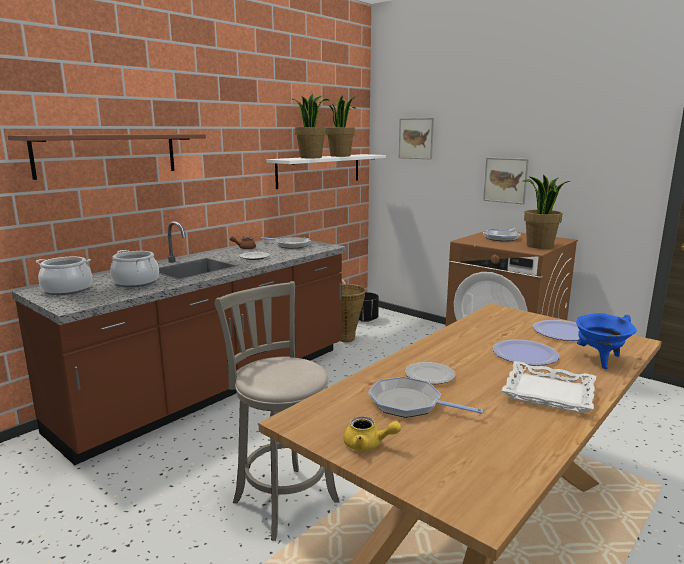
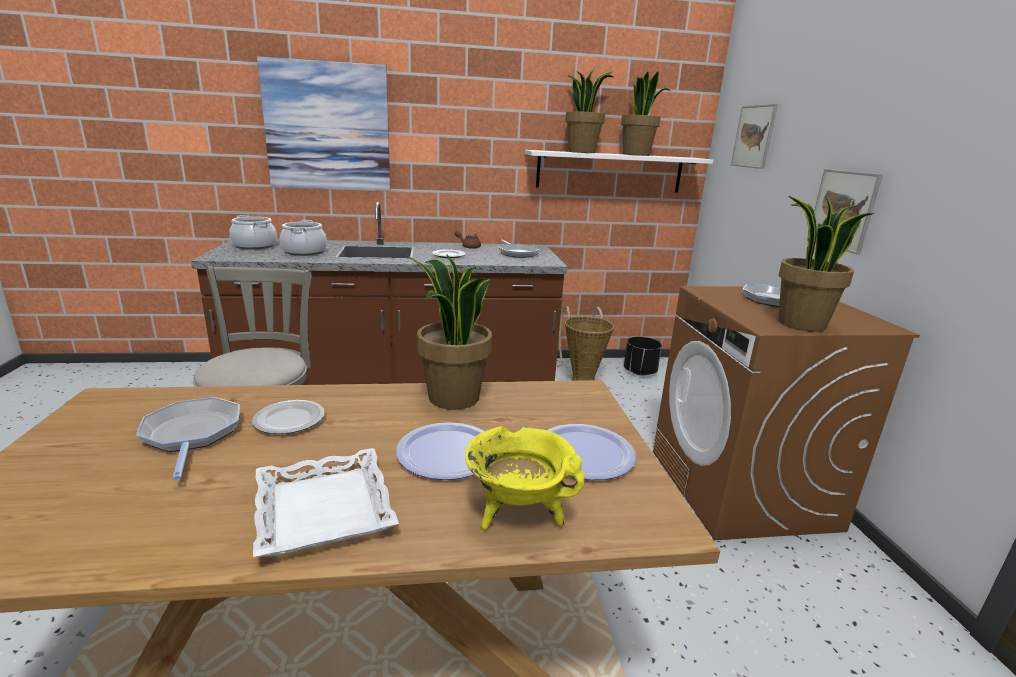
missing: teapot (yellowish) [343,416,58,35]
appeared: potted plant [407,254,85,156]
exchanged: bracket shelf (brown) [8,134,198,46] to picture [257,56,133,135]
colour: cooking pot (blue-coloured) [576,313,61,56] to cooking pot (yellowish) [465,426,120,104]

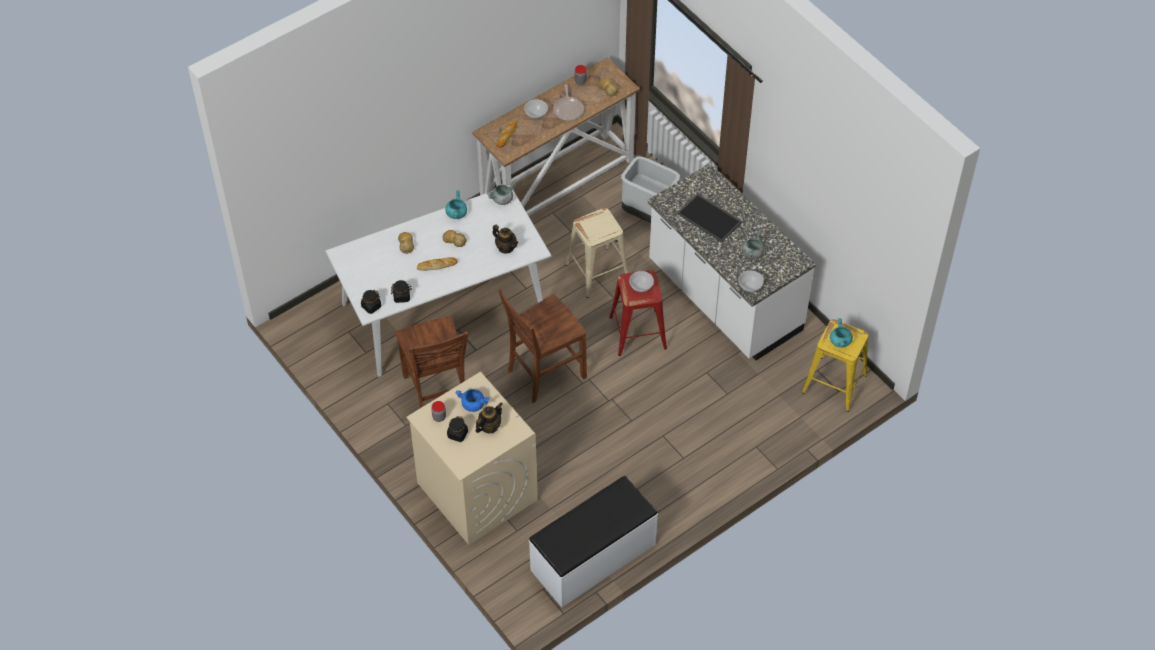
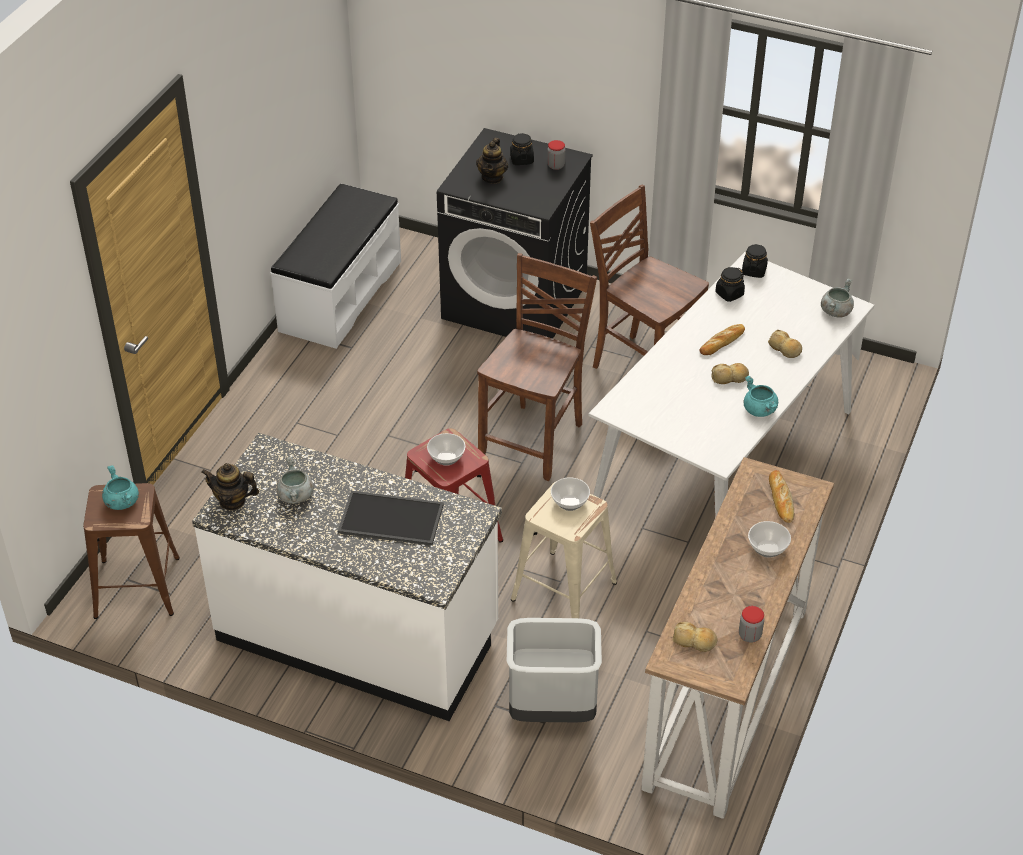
missing: cooking pot (blue-coloured) [456,389,33,23]; pan [554,84,30,37]
relocated: teapot [492,225,26,28] to [201,463,58,48]; bowl [738,271,26,21] to [551,477,39,34]; cooking pot (grey) [487,181,29,24] to [821,278,33,40]
colour: stool seat (yellowish) [802,319,66,93] to stool seat (brown) [83,483,97,136]; washing machine (beige) [406,372,132,173] to washing machine (blackish) [437,128,156,211]

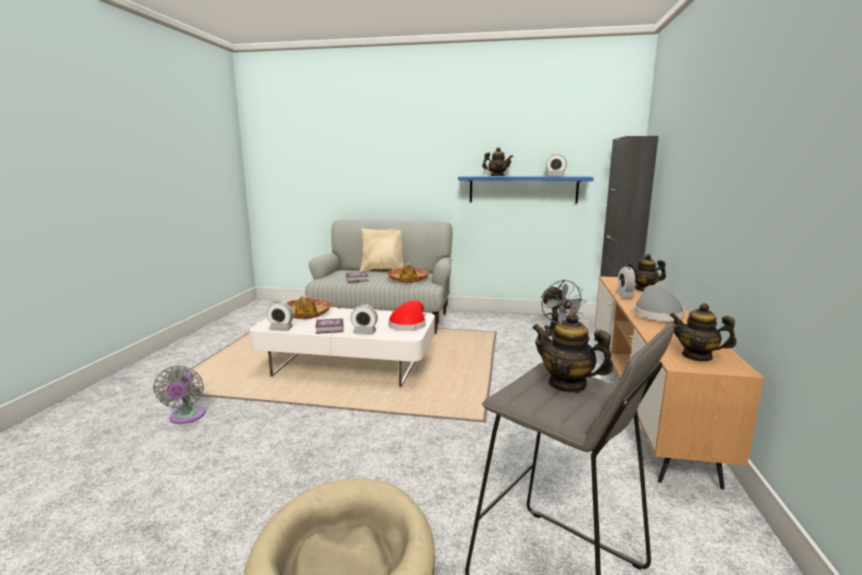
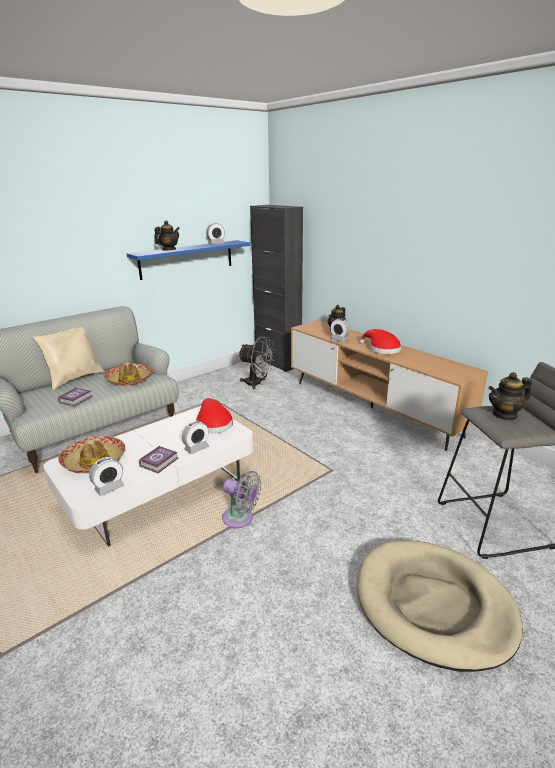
missing: teapot [669,303,68,59]
relocated: cooling fan (grey) [153,366,53,58] to [222,471,40,57]
colour: hat (grey) [634,285,50,36] to hat (reddish) [360,329,41,25]

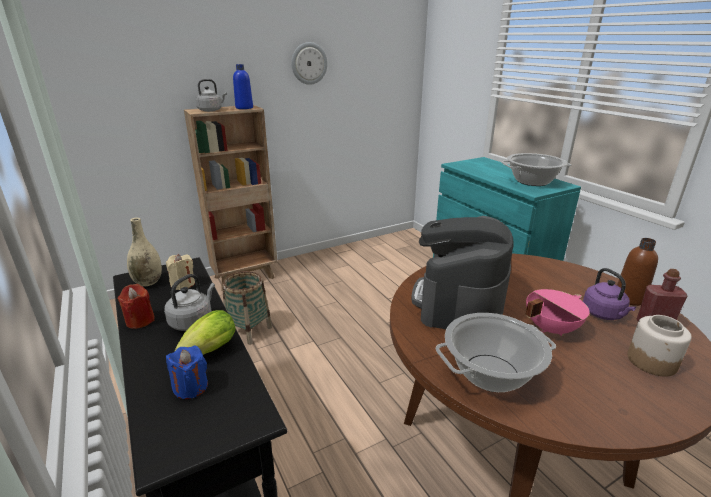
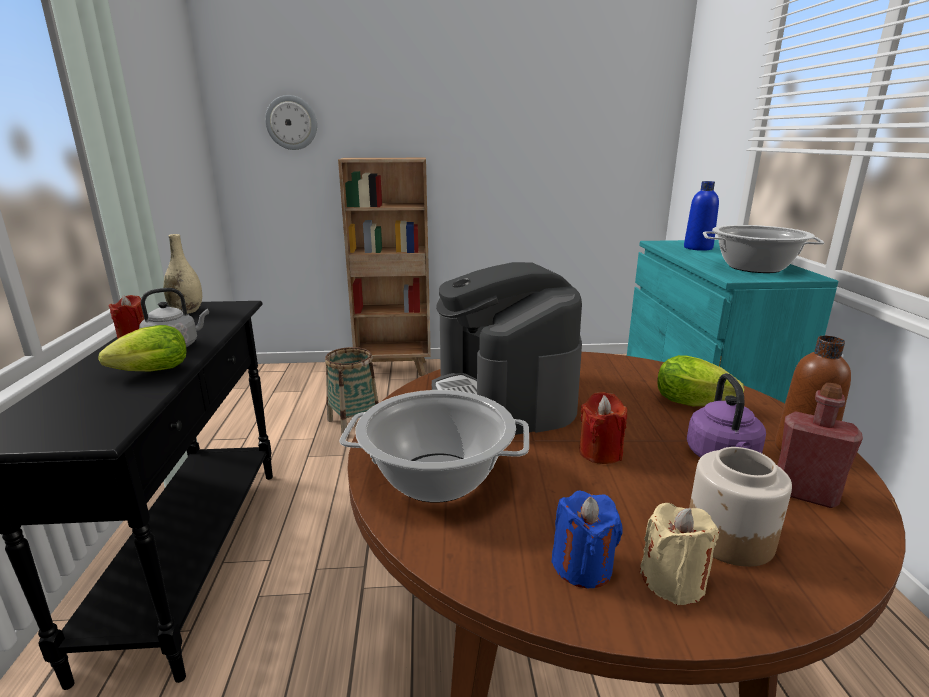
missing: tea kettle (grey) [196,79,31,33]
appeared: lettuce head [658,355,86,51]
relocated: clock on the wall [291,42,37,43] to [265,95,52,55]; candle (blue-coloured) [166,346,42,53] to [551,491,72,97]; candle (beige) [166,254,29,36] to [640,503,79,102]; bottle (blue-coloured) [233,64,20,45] to [684,181,35,70]
exchanged: cooking pot (pink) [525,289,64,47] to candle (reddish) [579,392,48,72]
spun: coffee brewer [411,216,103,113] = [432,262,150,173] 60 degrees counterclockwise

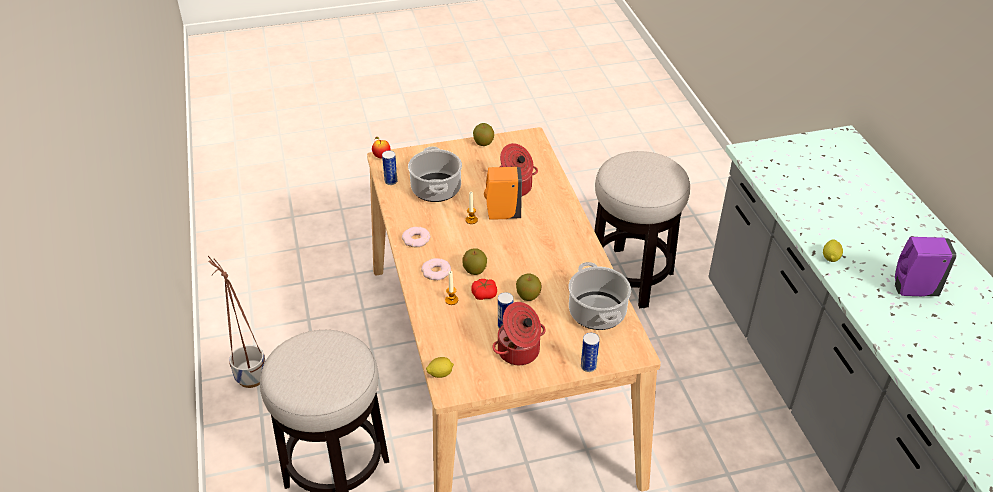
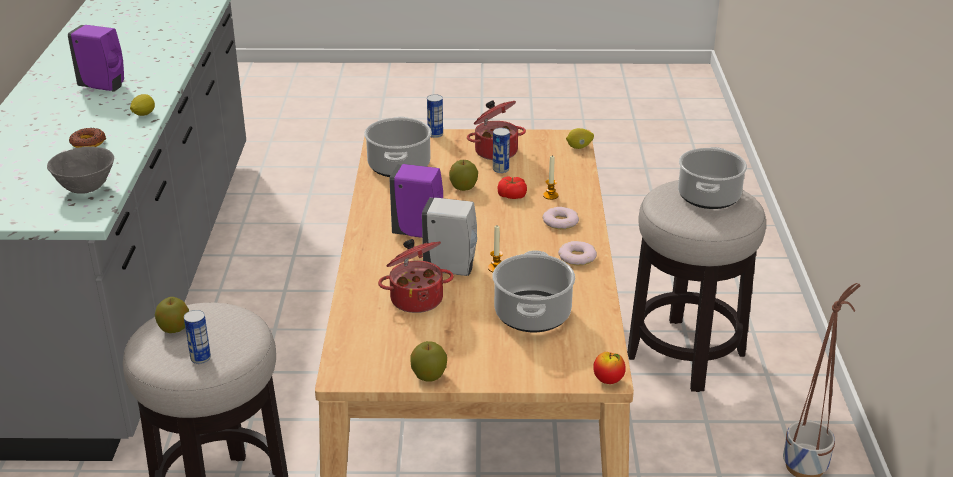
appeared: bowl (grey) [47,146,67,47]; doughnut [69,128,37,20]; liquid soap bottle (purple) [390,164,53,74]; cooking pot [678,147,69,62]
relocated: apple fruit [462,248,25,27] to [155,297,34,36]; sealed can [382,151,16,34] to [184,310,27,54]
colour: liquid soap bottle (orange-coloured) [484,167,38,53] to liquid soap bottle (white-coloured) [422,198,55,78]

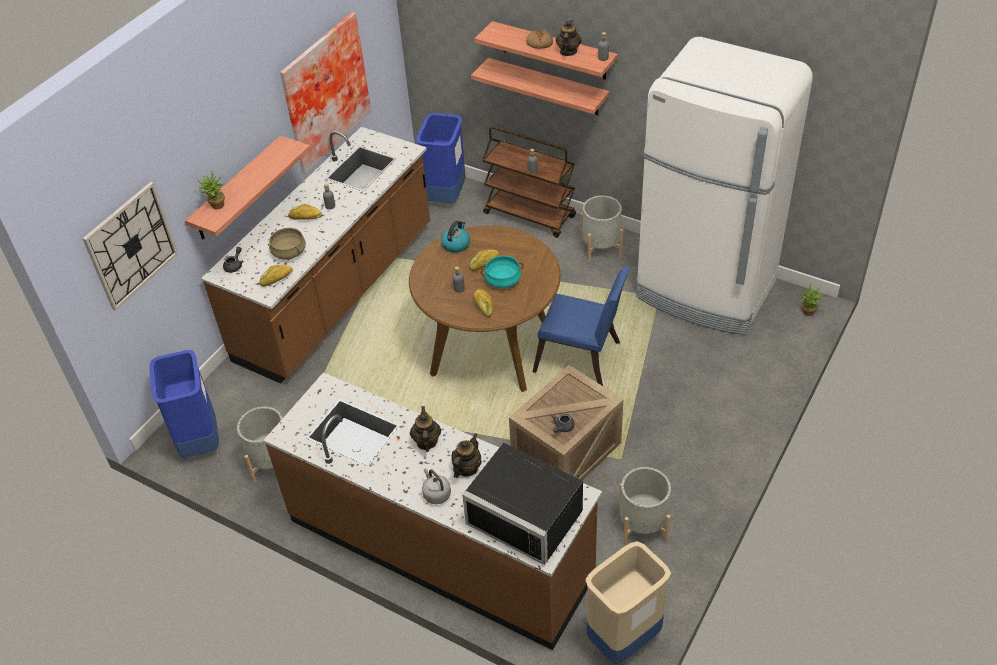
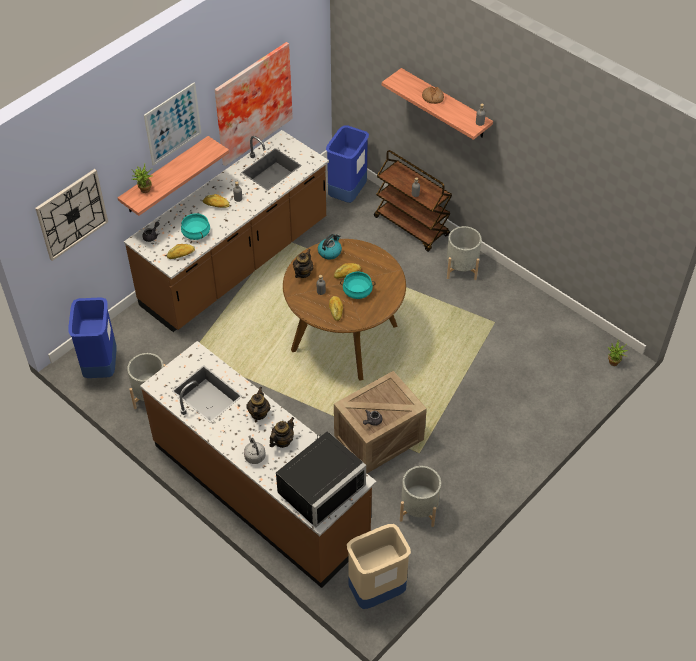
missing: bracket shelf [471,58,138,57]; plain chair (blue-coloured) [532,266,98,120]; fridge (white-coloured) [636,37,177,298]
appeared: picture [144,82,57,84]
relocated: teapot [556,20,26,36] to [293,249,20,29]
colour: cooking pot (beige) [269,228,37,31] to cooking pot (blue-green) [181,213,29,27]
spun: kitchen microwave (blackish) [462,443,121,122] = [276,431,90,97] 90 degrees counterclockwise

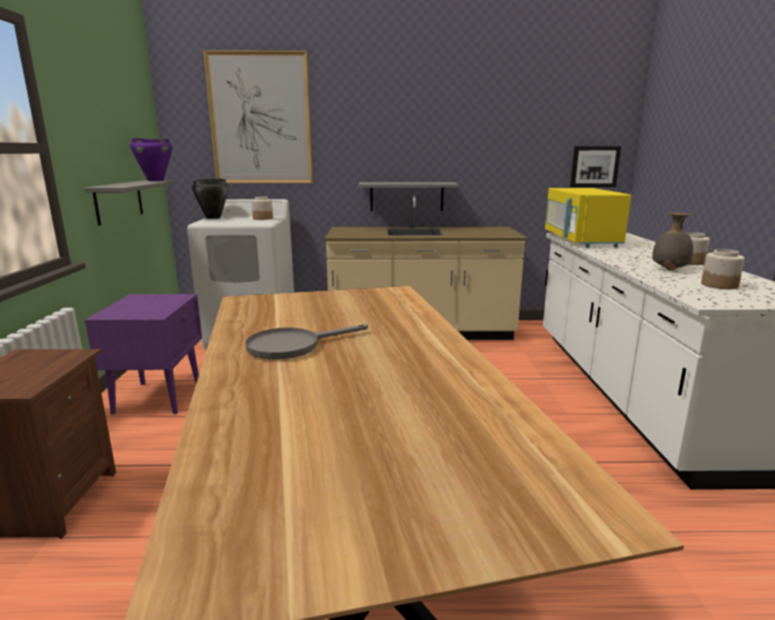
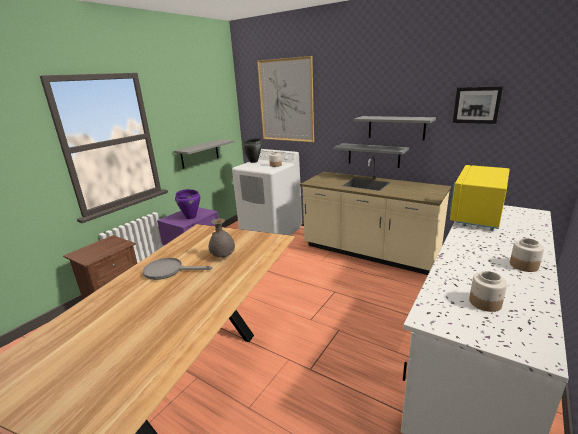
appeared: bracket shelf (grey) [354,116,82,24]
relocated: cooking pot (purple) [130,138,42,43] to [175,189,25,30]; flower vase (grey) [652,213,41,58] to [209,218,26,40]; picture [570,146,51,41] to [453,86,50,38]

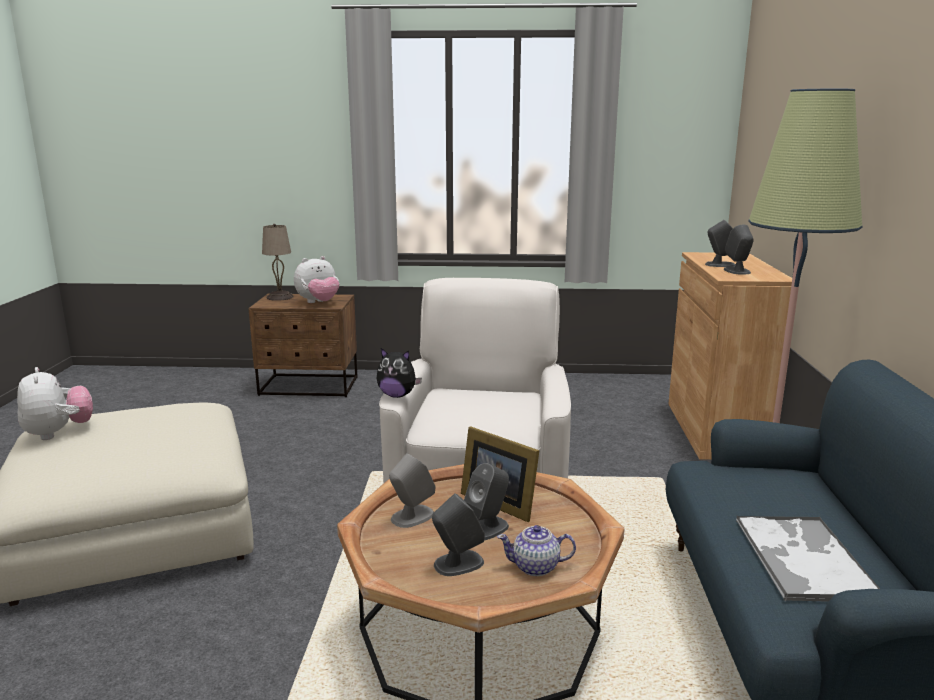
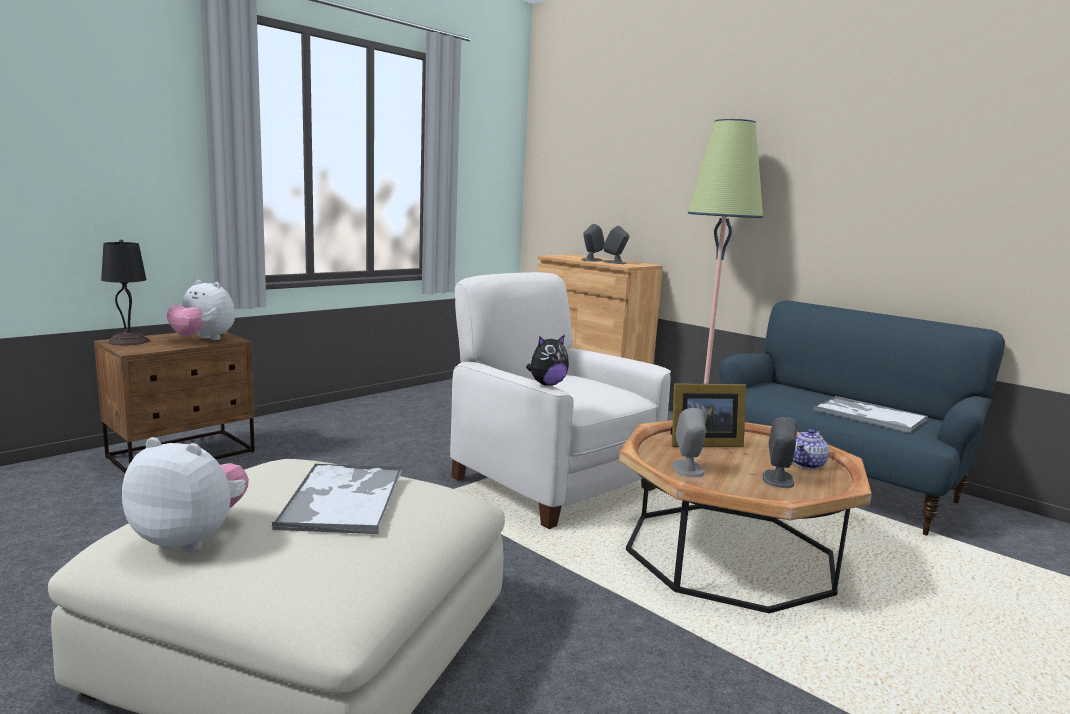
missing: speaker (grey) [464,463,45,77]
appeared: serving tray [271,463,131,71]
colour: table lamp (beige) [262,224,32,77] to table lamp (blackish) [101,239,49,106]
spun: cuddly toy [294,256,45,47] = [167,280,68,60] 105 degrees clockwise

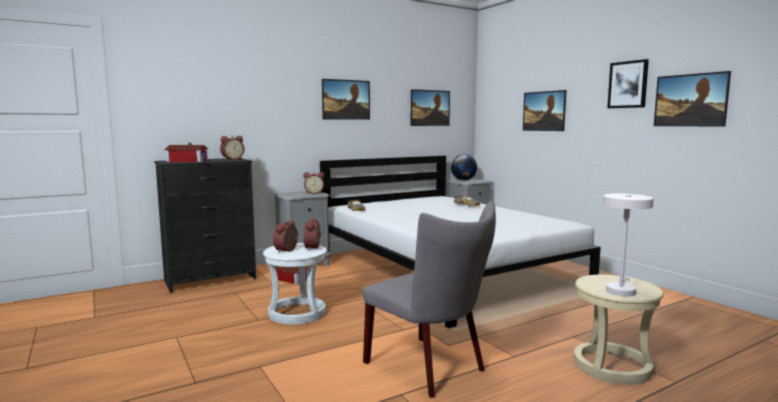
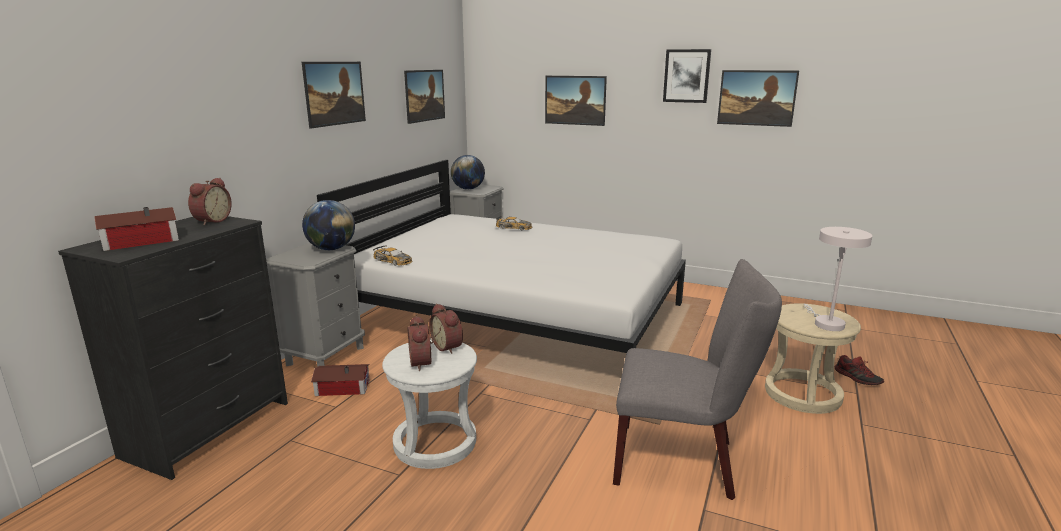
appeared: shoe [835,355,49,30]
exchanged: bedside clock [304,172,20,22] to desk globe [302,200,53,50]

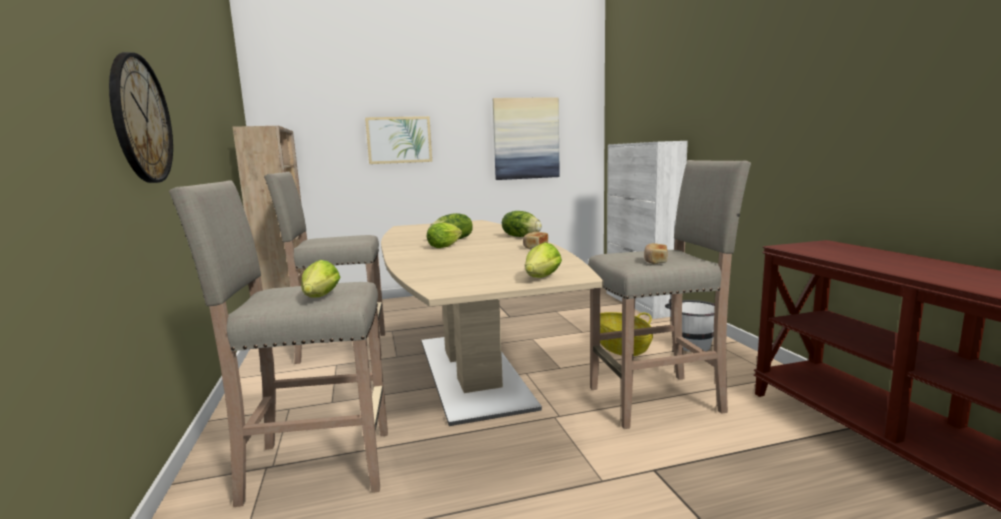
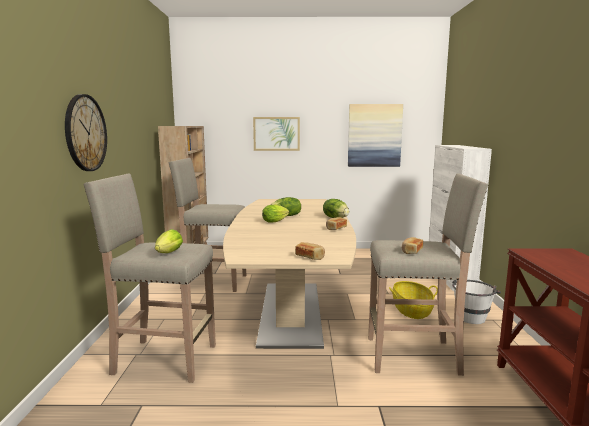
exchanged: lettuce head [525,242,37,36] to bakery bread [295,242,30,18]

